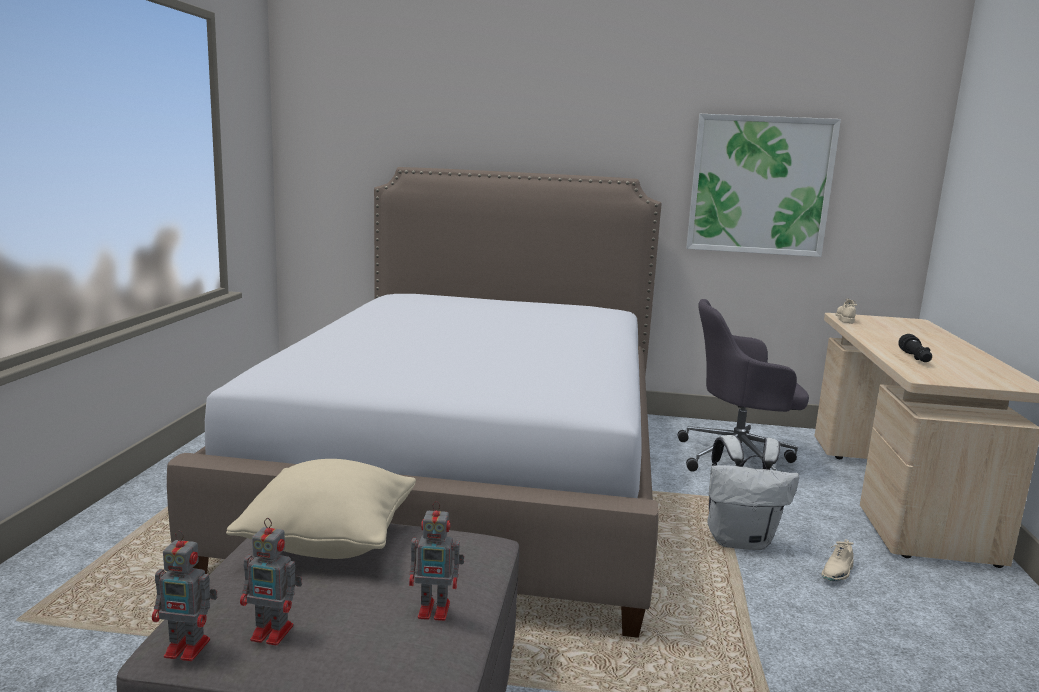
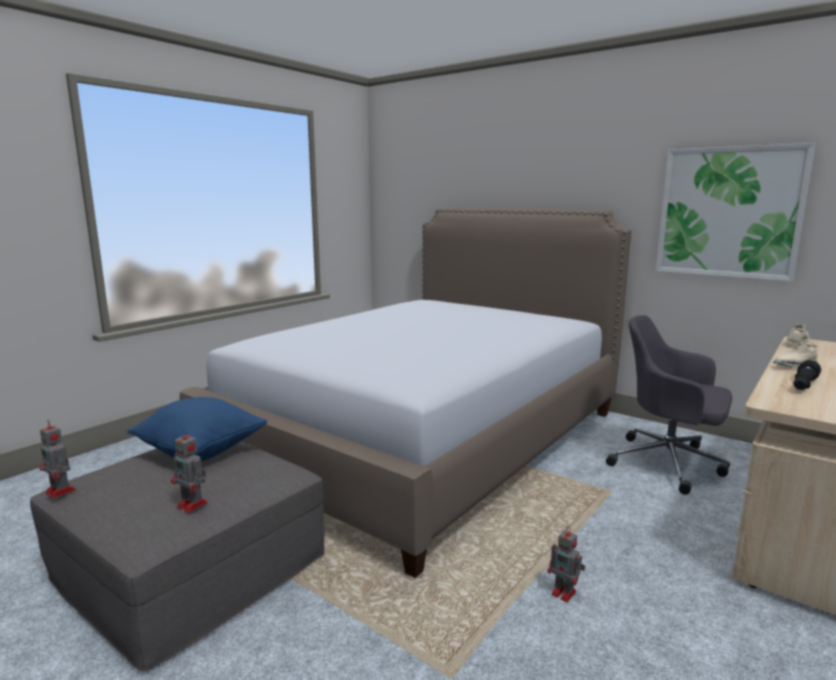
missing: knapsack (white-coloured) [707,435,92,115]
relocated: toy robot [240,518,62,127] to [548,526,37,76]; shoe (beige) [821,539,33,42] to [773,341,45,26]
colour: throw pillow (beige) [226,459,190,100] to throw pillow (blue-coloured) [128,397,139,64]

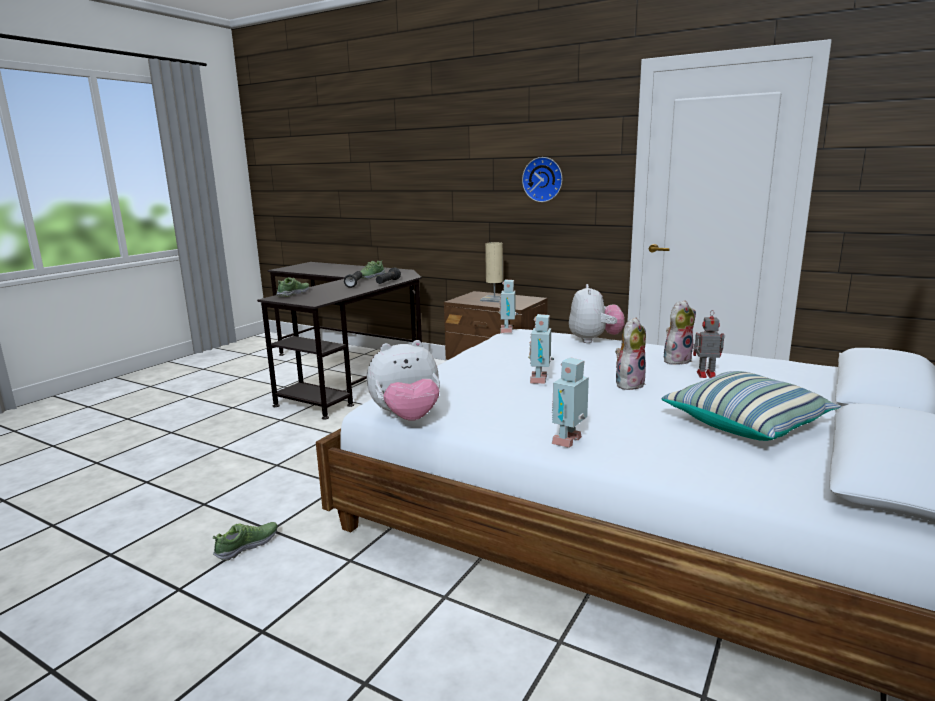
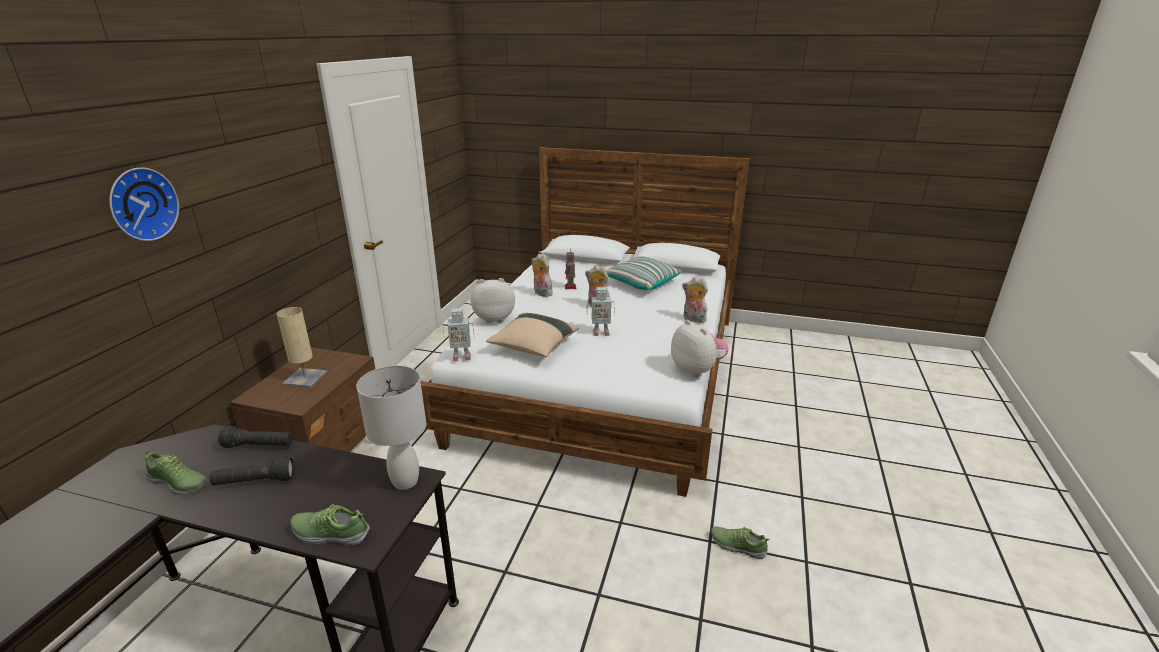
appeared: table lamp (white-coloured) [356,365,70,125]; throw pillow (beige) [486,313,93,44]
relocated: clock on the wall [522,157,40,45] to [109,167,70,74]
exchanged: toy robot [552,357,37,91] to cuddly toy [682,277,26,46]

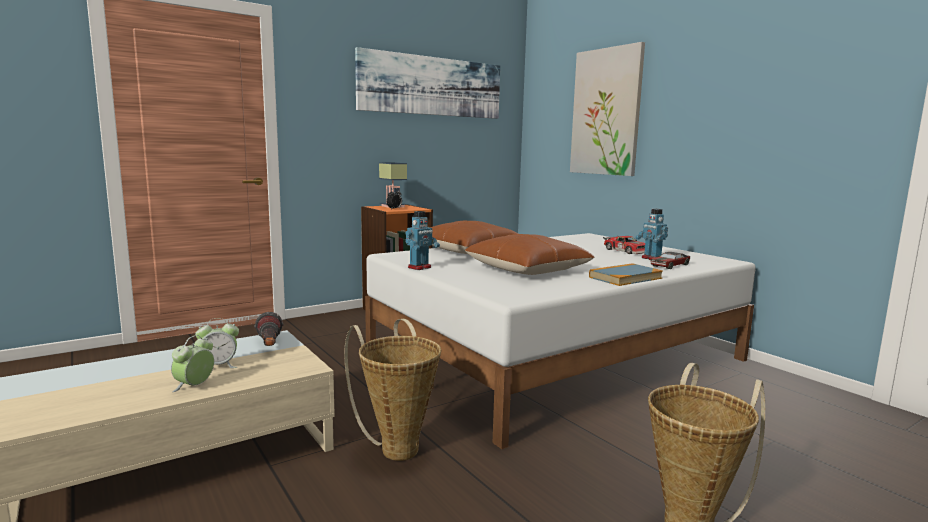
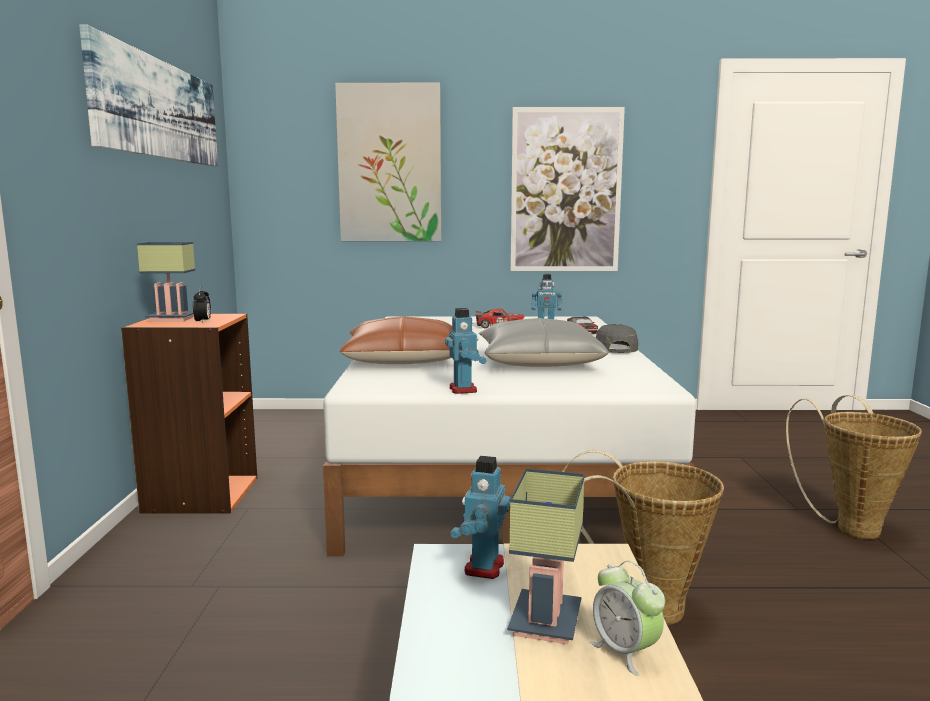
appeared: picture [510,107,115,164]
exchanged: hand torch [254,312,29,34] to toy robot [450,456,60,123]; bedside clock [195,318,44,50] to table lamp [508,468,77,176]; book [589,263,74,23] to peaked cap (grey) [596,324,42,29]
colour: throw pillow (brown) [465,234,130,41] to throw pillow (grey) [479,318,130,49]

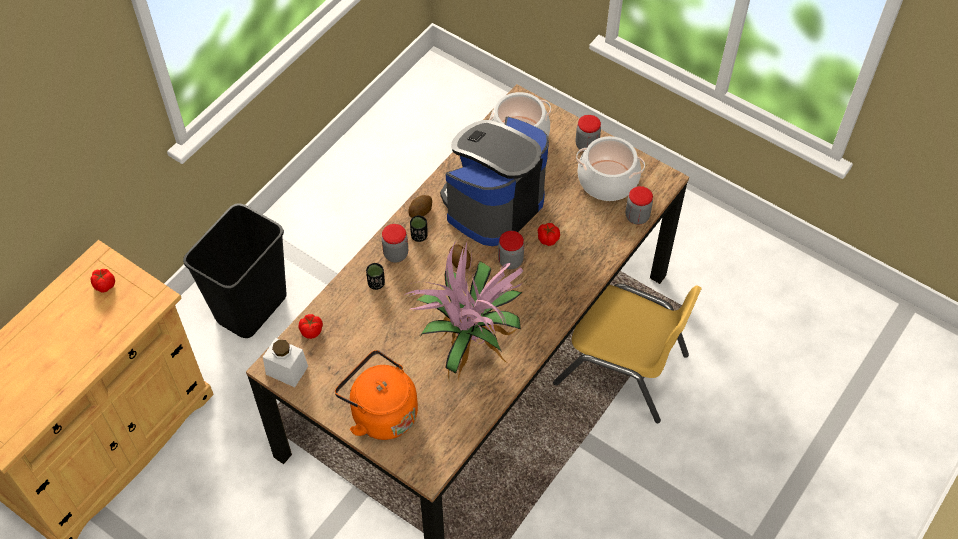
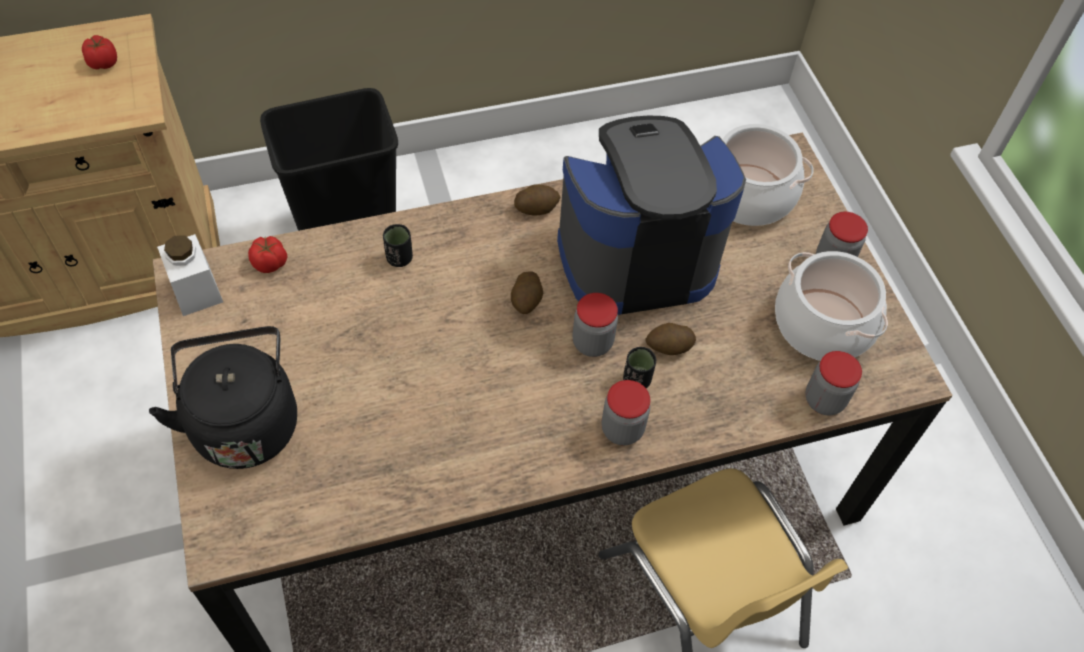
missing: potted plant [406,240,117,140]
relocated: jar [382,224,26,38] to [601,380,50,65]; drinking cup (blackish) [410,215,17,27] to [623,347,33,41]
exchanged: fresh tomato [538,223,22,23] to whole potato [645,323,51,32]
colour: tea kettle (orange-coloured) [335,350,83,90] to tea kettle (blackish) [149,326,148,143]

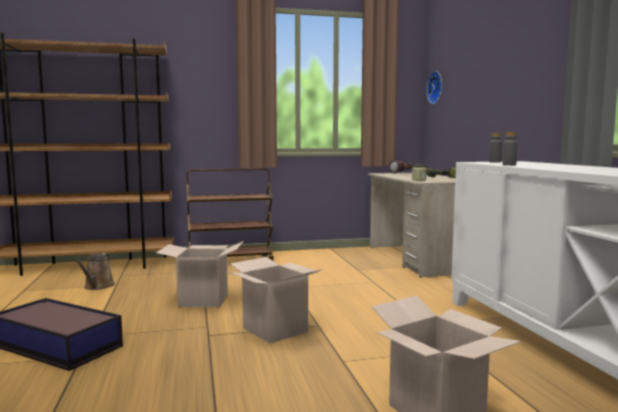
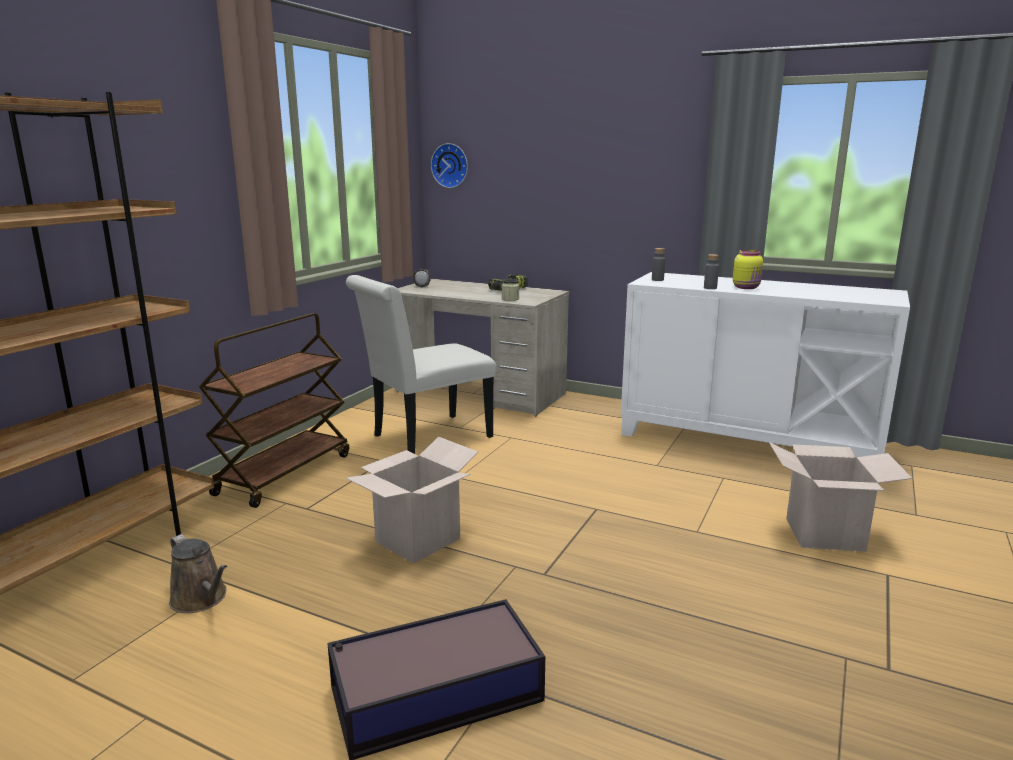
missing: cardboard box [230,257,92,87]
appeared: plain chair (white-coloured) [346,275,150,179]; jar (yellowish) [733,250,30,39]

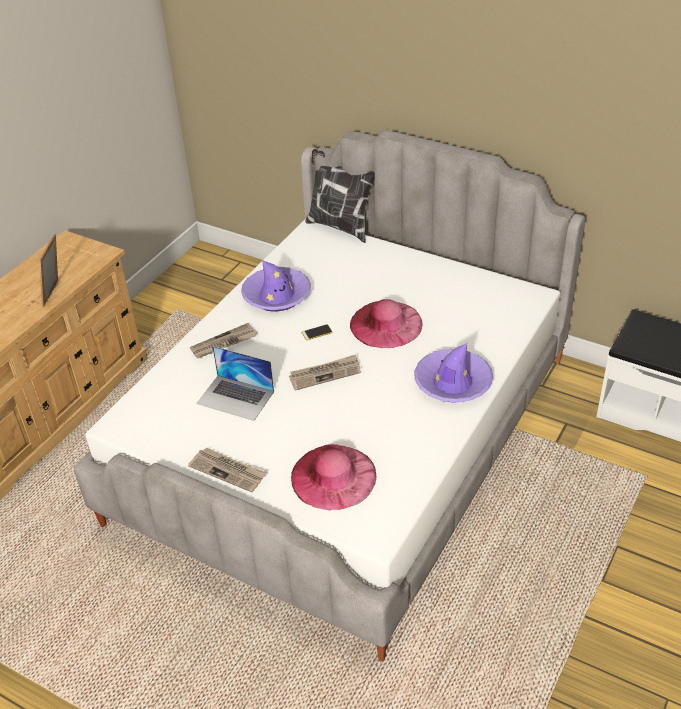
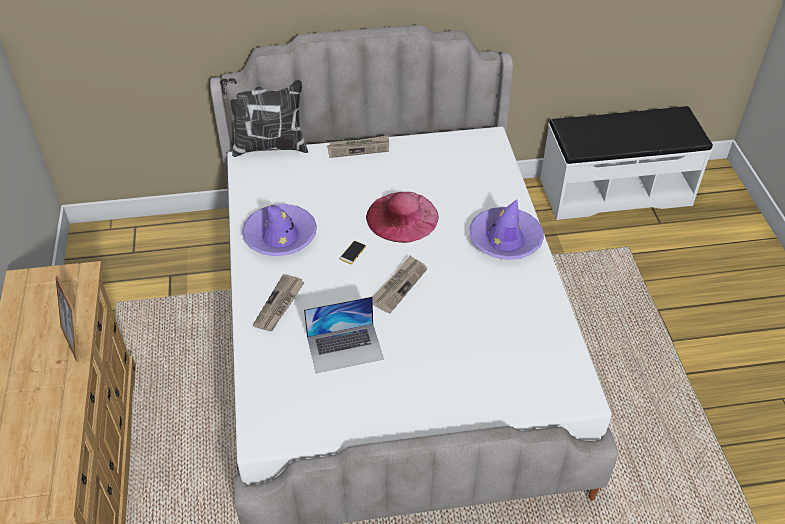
missing: hat (pink) [291,444,85,66]
relocated: daily paper [188,447,79,45] to [327,136,62,22]

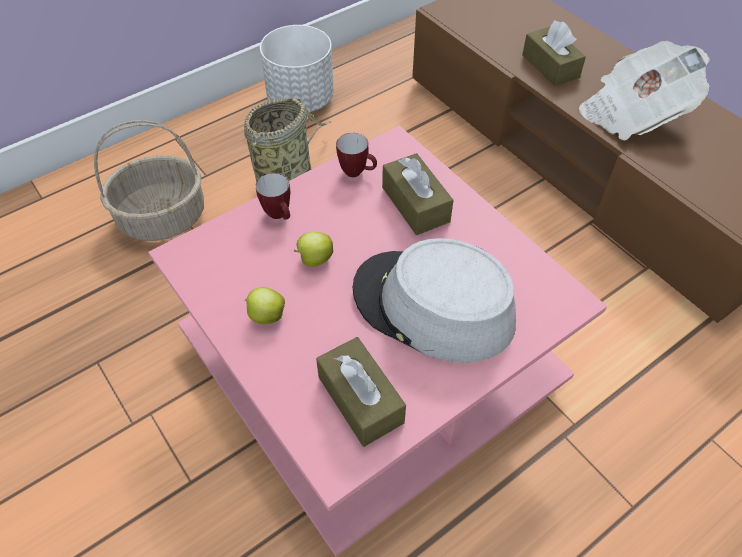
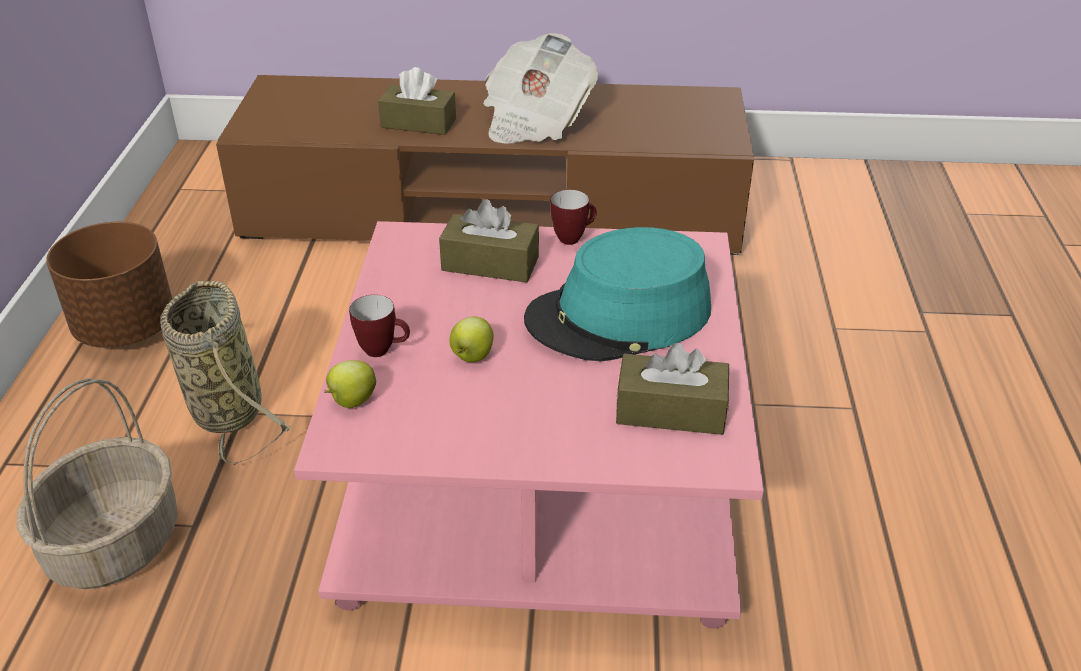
relocated: apple fruit [245,287,40,37] to [324,360,52,48]; tea mug [336,133,41,44] to [550,190,47,55]
colour: plant pot (white-coloured) [260,25,74,87] to plant pot (brown) [46,222,126,126]; hat (grey) [352,238,164,125] to hat (blue-green) [524,227,187,134]

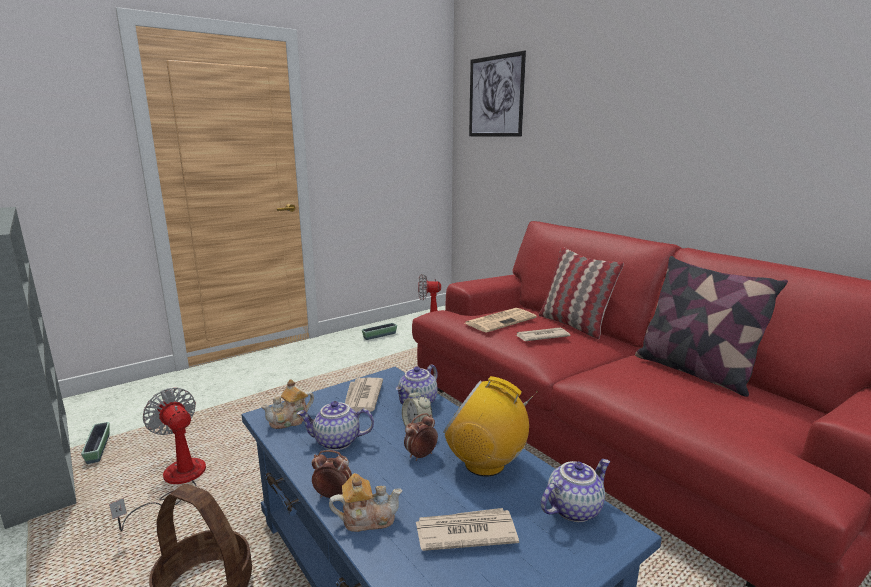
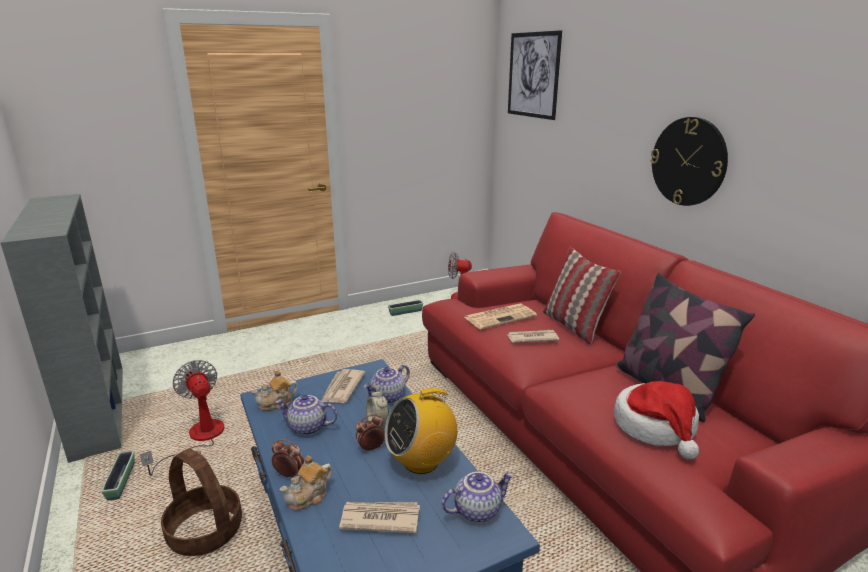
appeared: hat [614,381,85,78]; clock on the wall [650,117,78,89]
relocated: plant pot [81,422,29,42] to [101,451,34,50]
spun: teapot [329,473,74,59] = [280,455,52,56] 135 degrees clockwise; radio receiver [443,376,95,101] = [384,386,73,88] 60 degrees counterclockwise

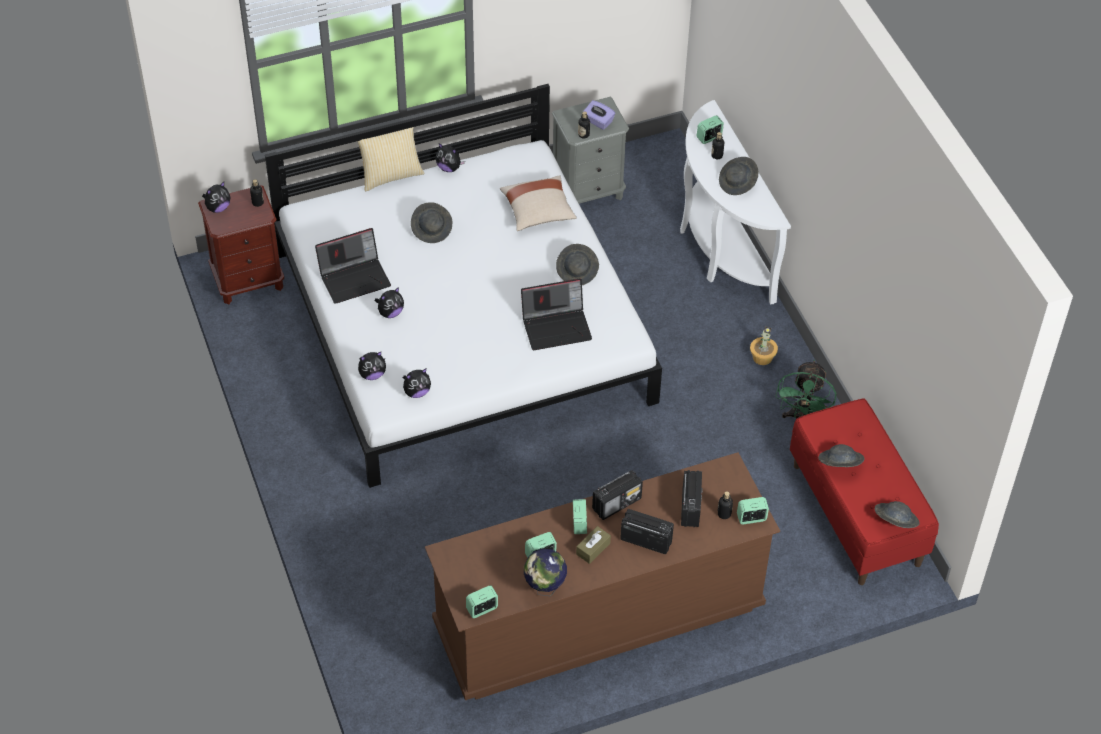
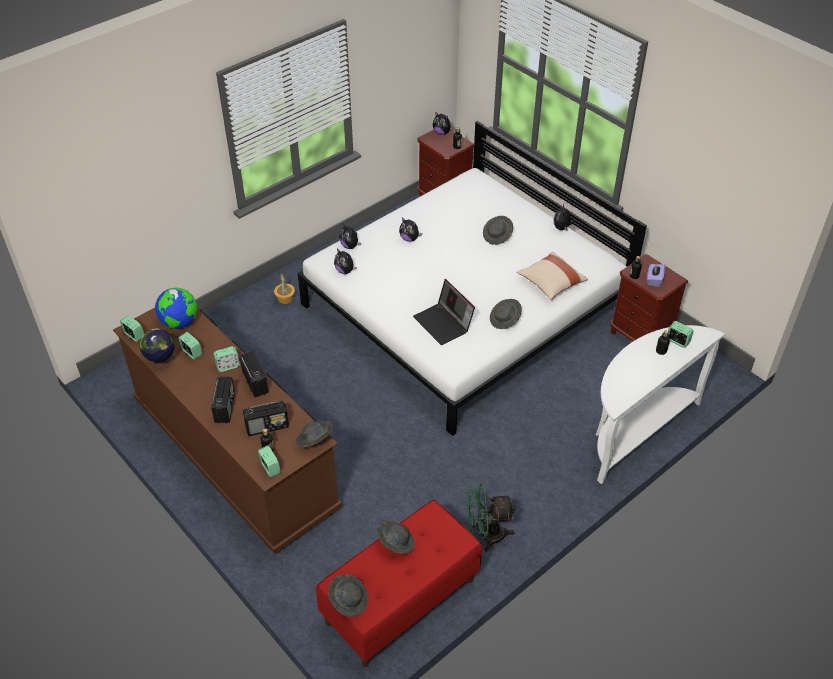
missing: portable computer [315,228,76,76]; throw pillow [357,127,67,64]; box of tissues (brown) [576,526,35,38]
appeared: desk globe [155,287,42,42]
relocated: potted plant [750,327,28,38] to [274,273,21,31]; hat (grey) [719,157,39,38] to [296,421,37,26]
colour: bedside table (grey) [552,97,77,107] to bedside table (brown) [610,254,78,88]
spun: radio receiver [592,470,51,50] = [239,351,30,46] 150 degrees counterclockwise

